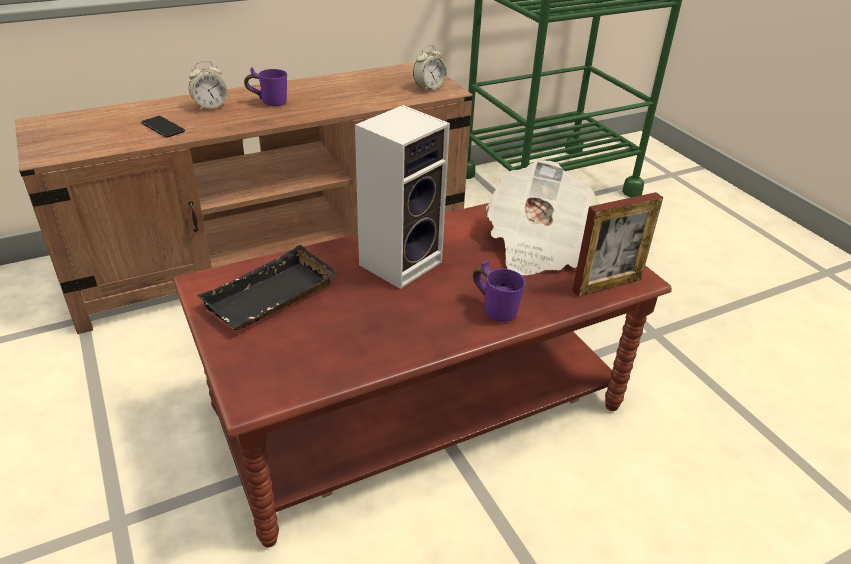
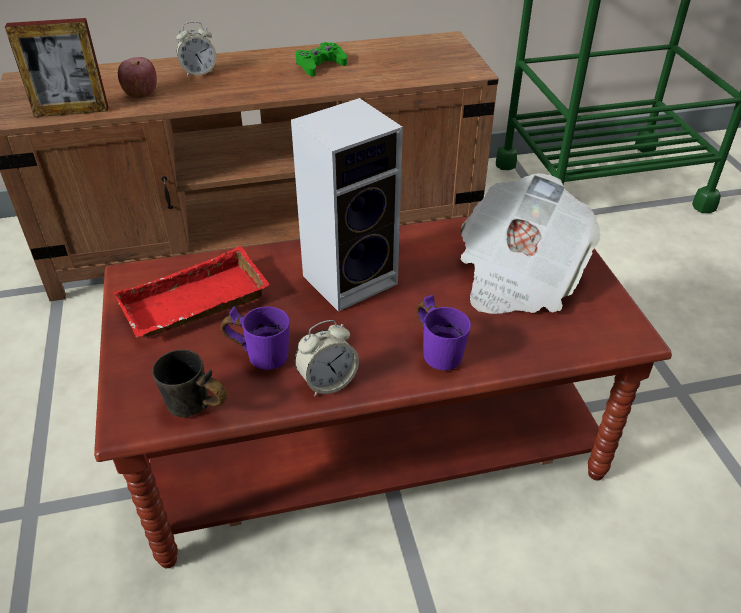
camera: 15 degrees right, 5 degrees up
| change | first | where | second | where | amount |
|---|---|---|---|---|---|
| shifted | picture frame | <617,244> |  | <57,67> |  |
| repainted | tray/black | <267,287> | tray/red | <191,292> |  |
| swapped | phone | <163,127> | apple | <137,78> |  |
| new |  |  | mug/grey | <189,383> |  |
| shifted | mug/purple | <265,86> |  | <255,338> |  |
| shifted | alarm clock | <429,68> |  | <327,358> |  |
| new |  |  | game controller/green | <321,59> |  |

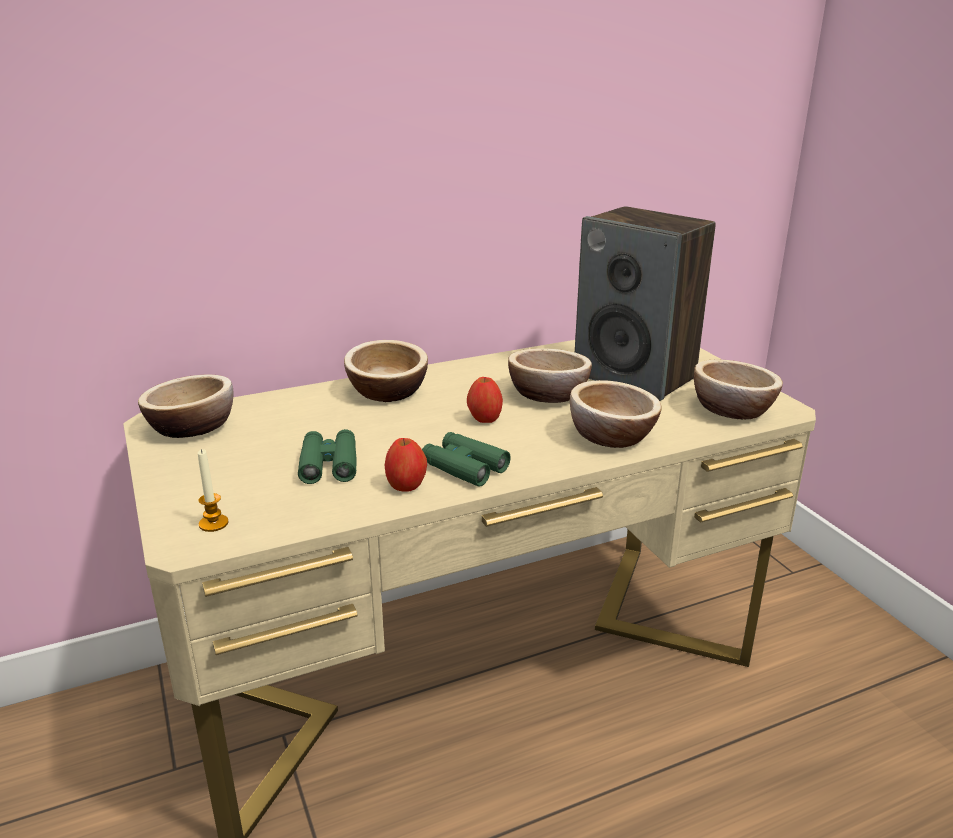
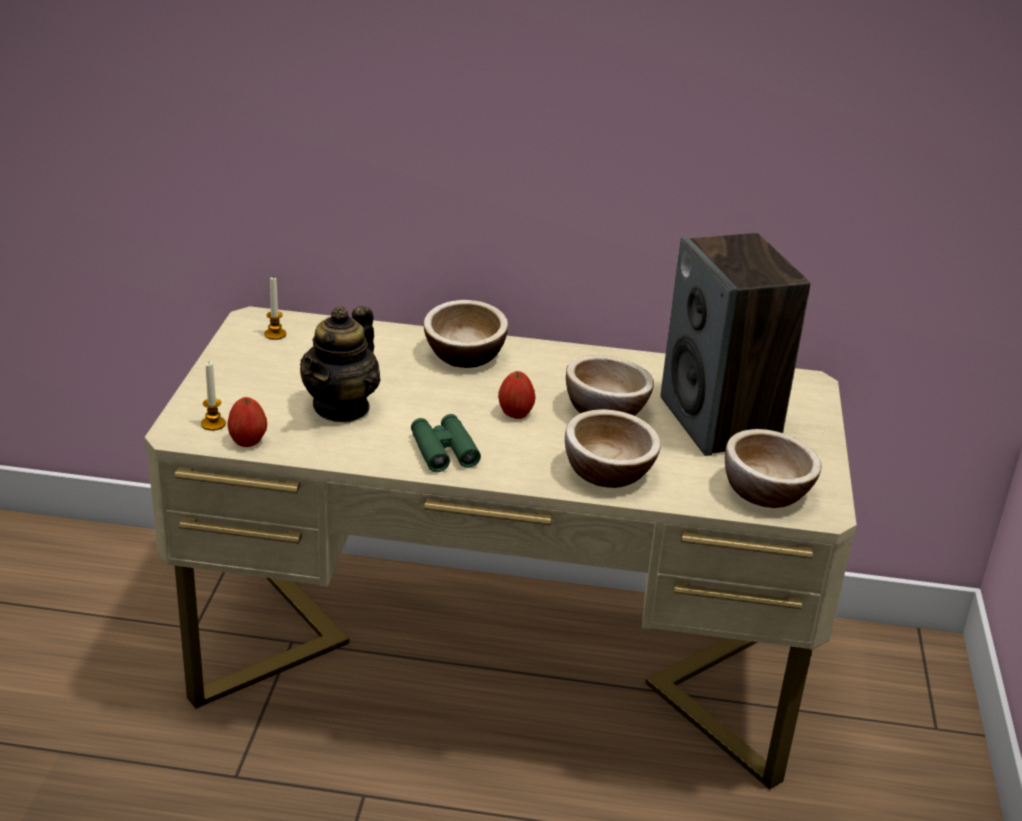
camera: 30 degrees right, 5 degrees up
| change | first | where | second | where | amount |
|---|---|---|---|---|---|
| shifted | apple | <406,465> |  | <247,422> |  |
| swapped | bowl | <185,406> | candle | <275,308> |  |
| swapped | binoculars/green | <327,456> | teapot | <340,364> |  |

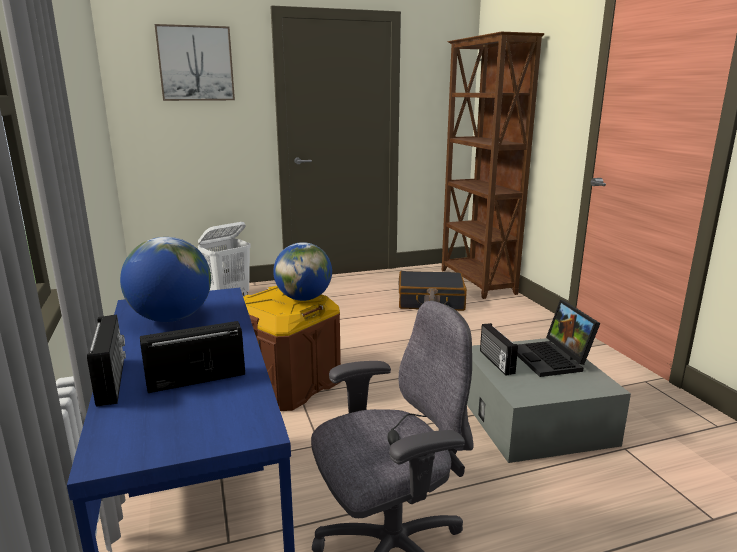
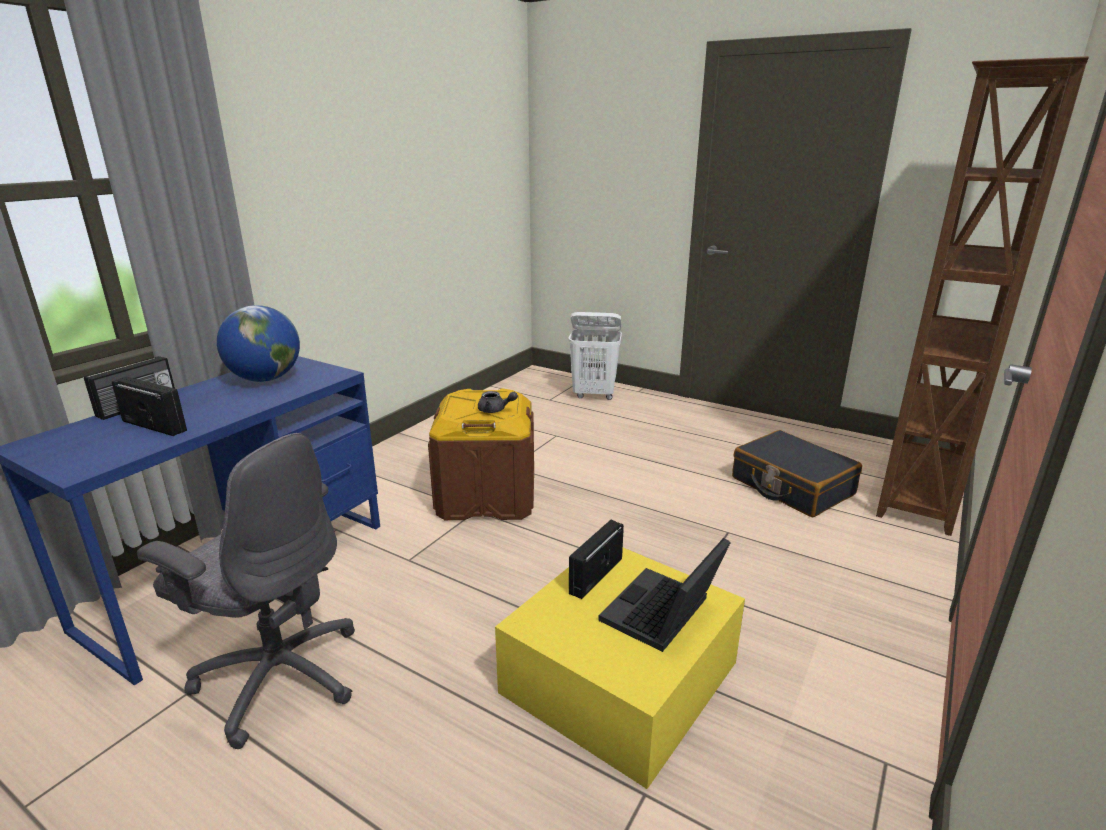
camera: 50 degrees right, 5 degrees up
| change | first | where | second | where | amount |
|---|---|---|---|---|---|
| swapped | globe | <302,271> | teapot/grey | <498,402> |  |
| repainted | storage box/grey | <549,400> | storage box/yellow | <620,668> |  |
| gone | picture | <195,62> |  |  |  |

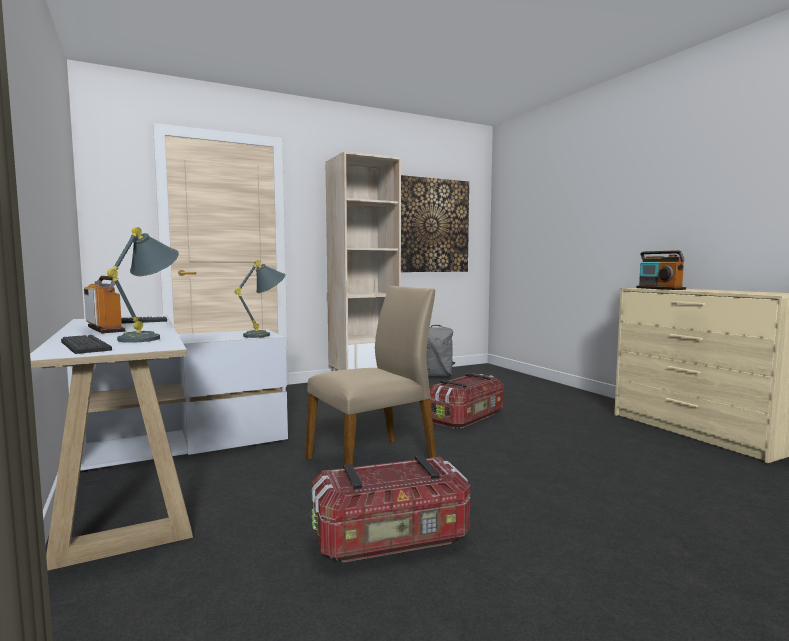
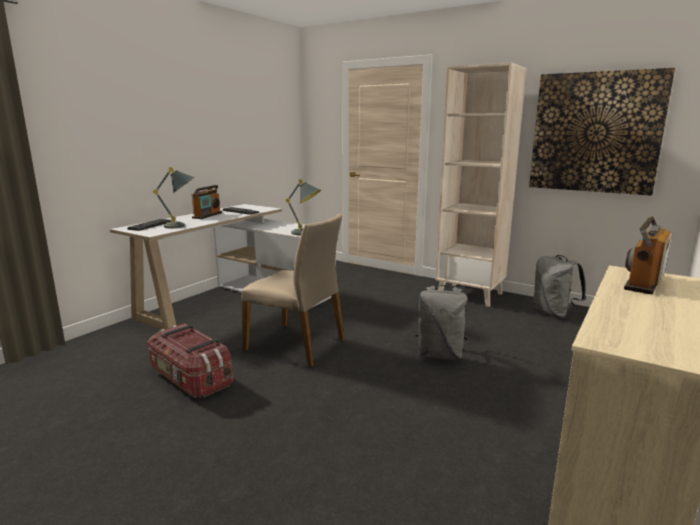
camera: 60 degrees right, 10 degrees up
| change | first | where | second | where | amount |
|---|---|---|---|---|---|
| swapped | storage box | <467,400> | backpack/grey | <441,322> |  |

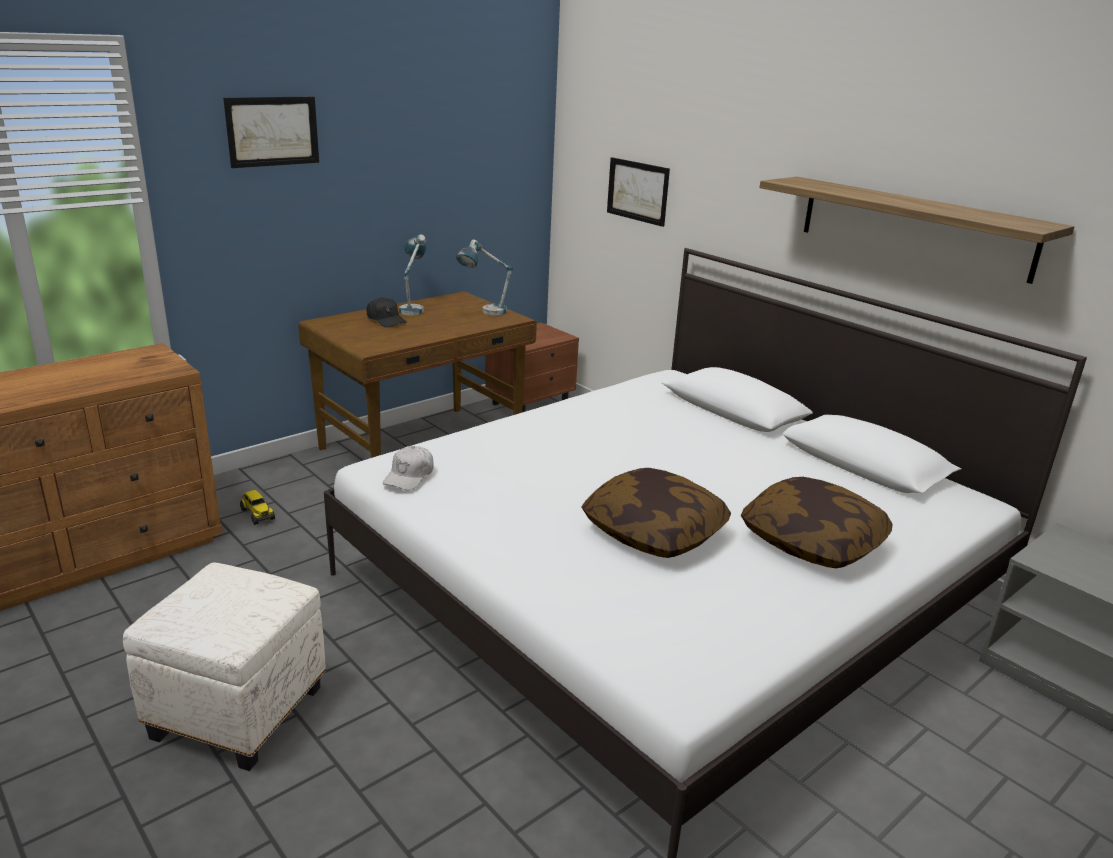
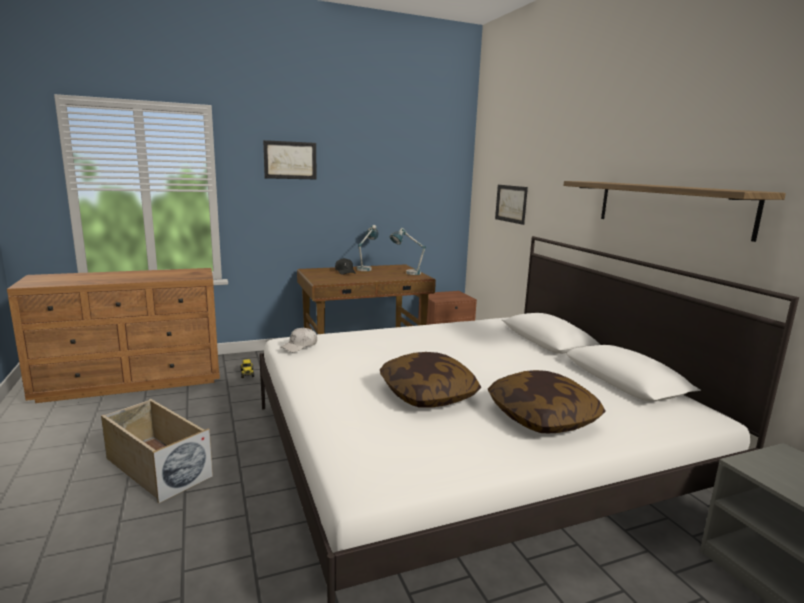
camera: 20 degrees right, 10 degrees down
| change | first | where | second | where | amount |
|---|---|---|---|---|---|
| swapped | ottoman/white | <224,667> | storage box/beige | <157,451> |  |

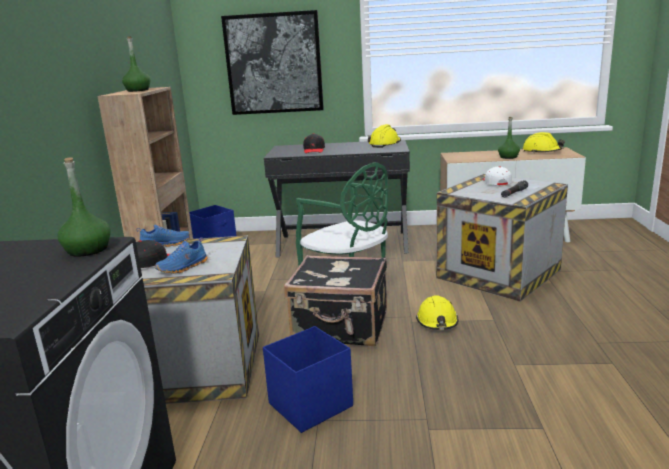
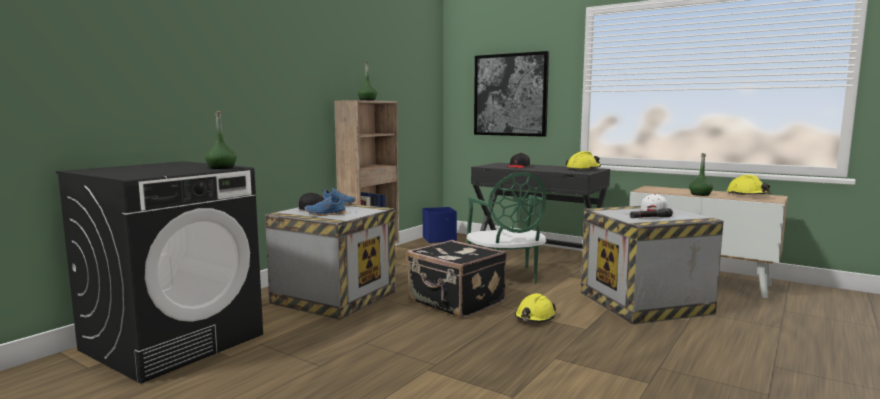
camera: 30 degrees right, 10 degrees down
| change | first | where | second | where | amount |
|---|---|---|---|---|---|
| gone | storage box/blue | <308,379> |  |  |  |

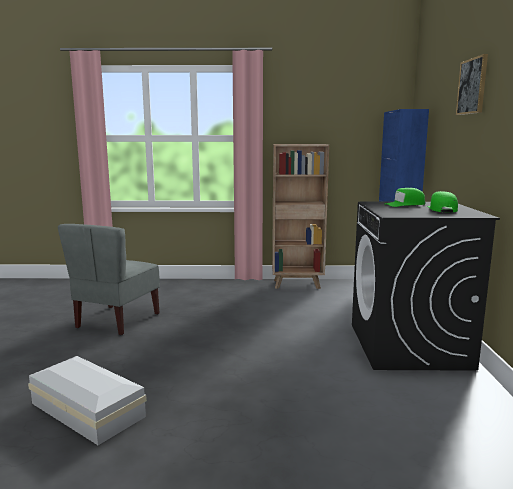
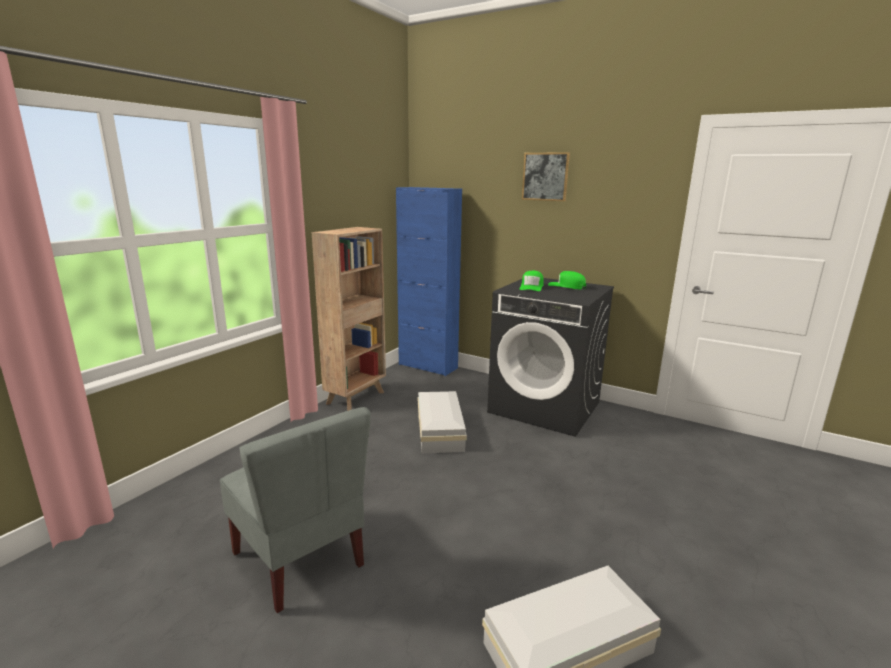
camera: 60 degrees left, 5 degrees up
| change | first | where | second | where | amount |
|---|---|---|---|---|---|
| new |  |  | storage box/white | <442,422> |  |

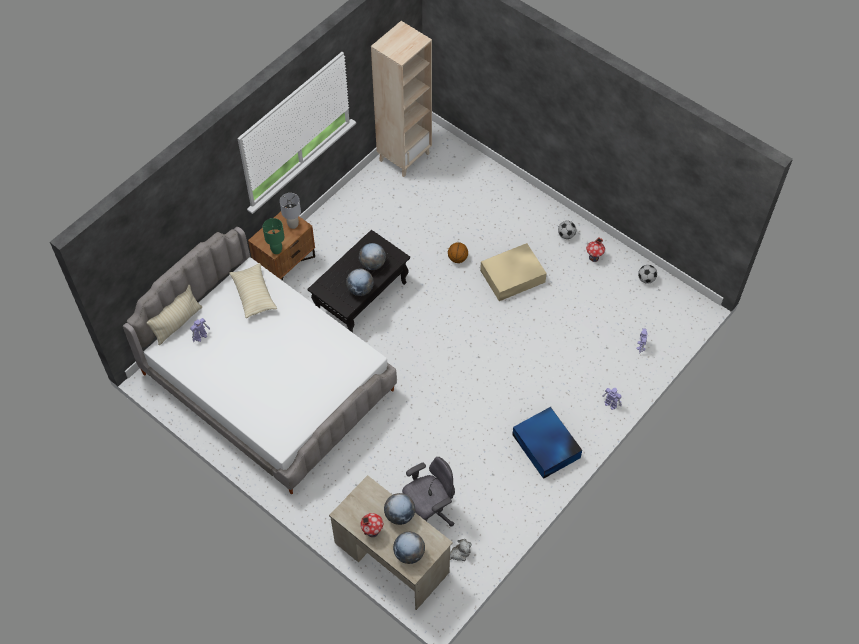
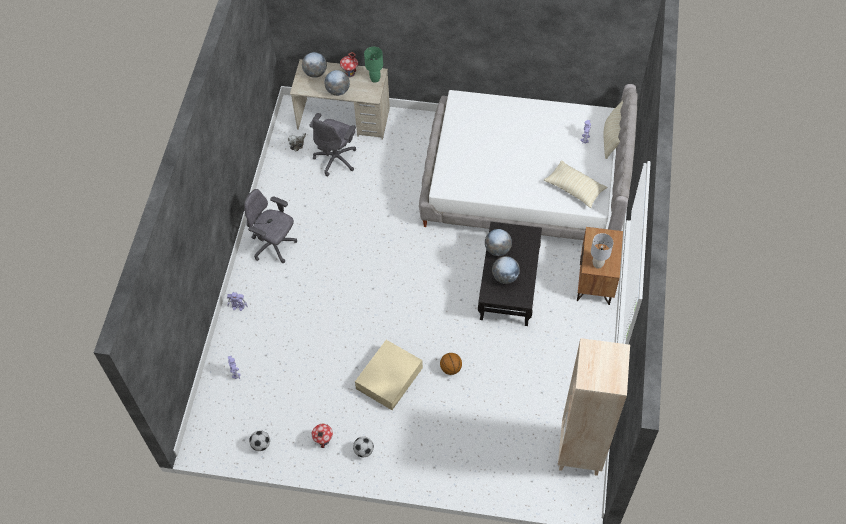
camera: 150 degrees right, 0 degrees up
| change | first | where | second | where | amount |
|---|---|---|---|---|---|
| swapped | storage box/blue | <547,443> | office chair/grey | <270,226> |  |
| shifted | table lamp/green | <273,236> |  | <373,65> |  |

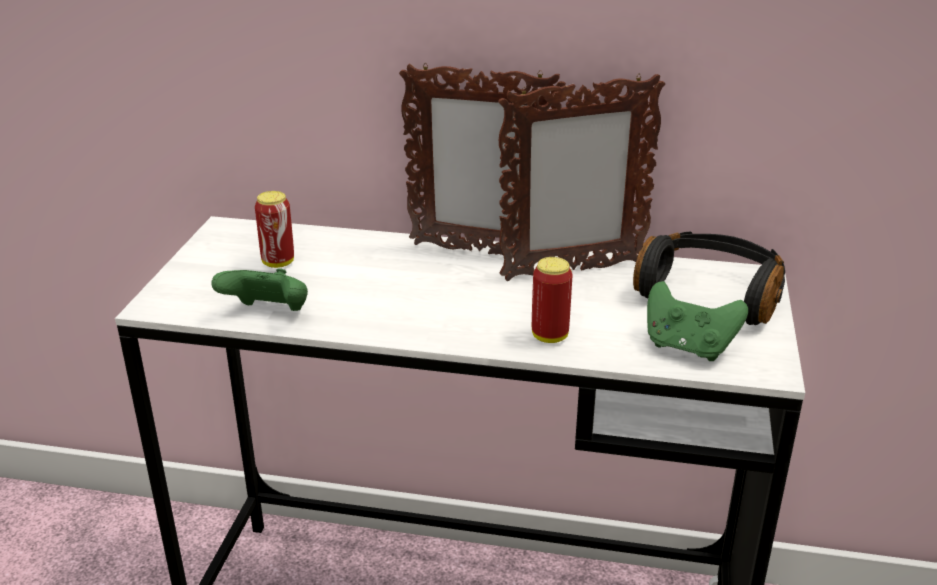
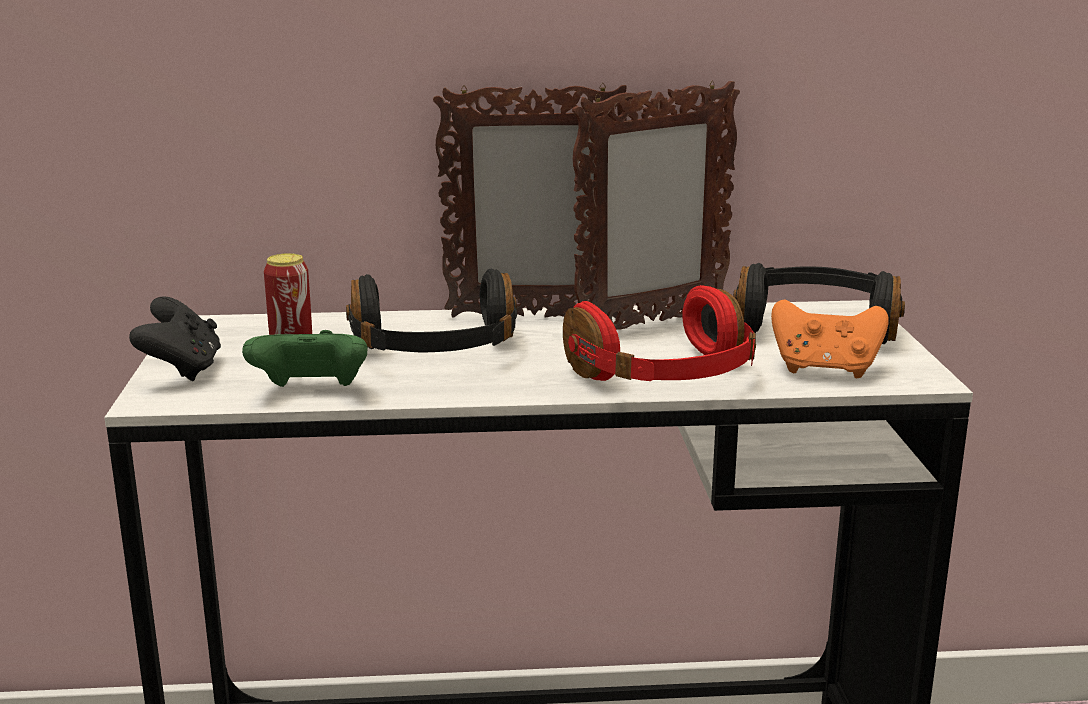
camera: 15 degrees left, 10 degrees down
| change | first | where | second | where | amount |
|---|---|---|---|---|---|
| new |  |  | game controller/black | <175,339> |  |
| new |  |  | headphones/black | <431,310> |  |
| swapped | can | <552,300> | headphones/red | <659,333> |  |
| repainted | game controller/green | <697,321> | game controller/orange | <830,339> |  |

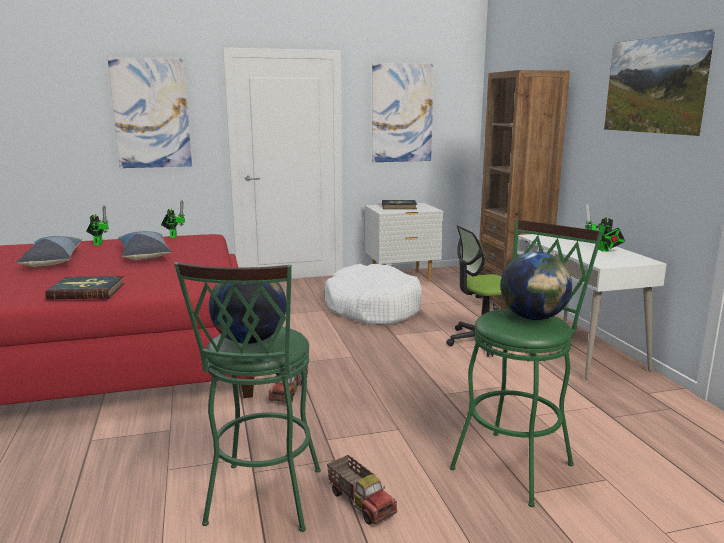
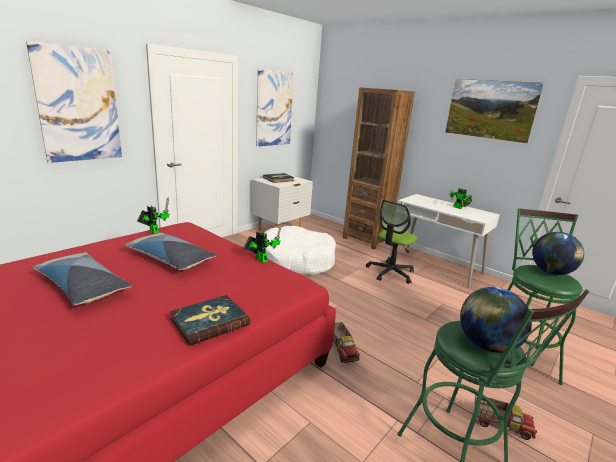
camera: 35 degrees left, 5 degrees up
| change | first | where | second | where | amount |
|---|---|---|---|---|---|
| shifted | toy robot | <97,225> |  | <263,243> |  |

